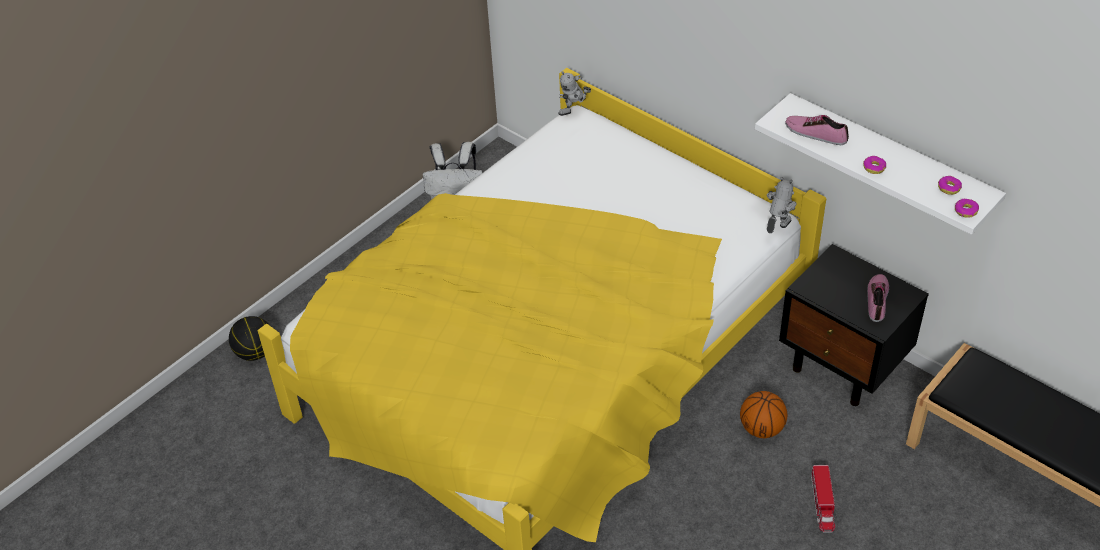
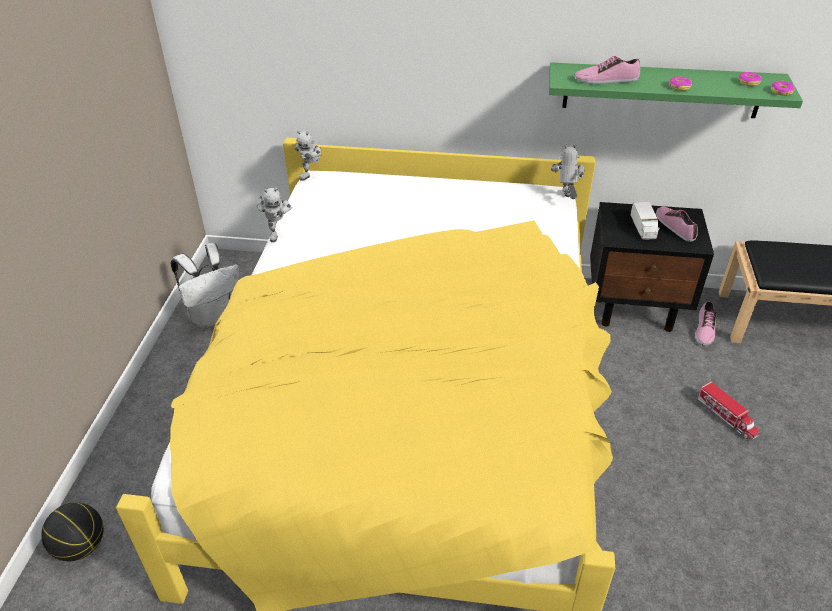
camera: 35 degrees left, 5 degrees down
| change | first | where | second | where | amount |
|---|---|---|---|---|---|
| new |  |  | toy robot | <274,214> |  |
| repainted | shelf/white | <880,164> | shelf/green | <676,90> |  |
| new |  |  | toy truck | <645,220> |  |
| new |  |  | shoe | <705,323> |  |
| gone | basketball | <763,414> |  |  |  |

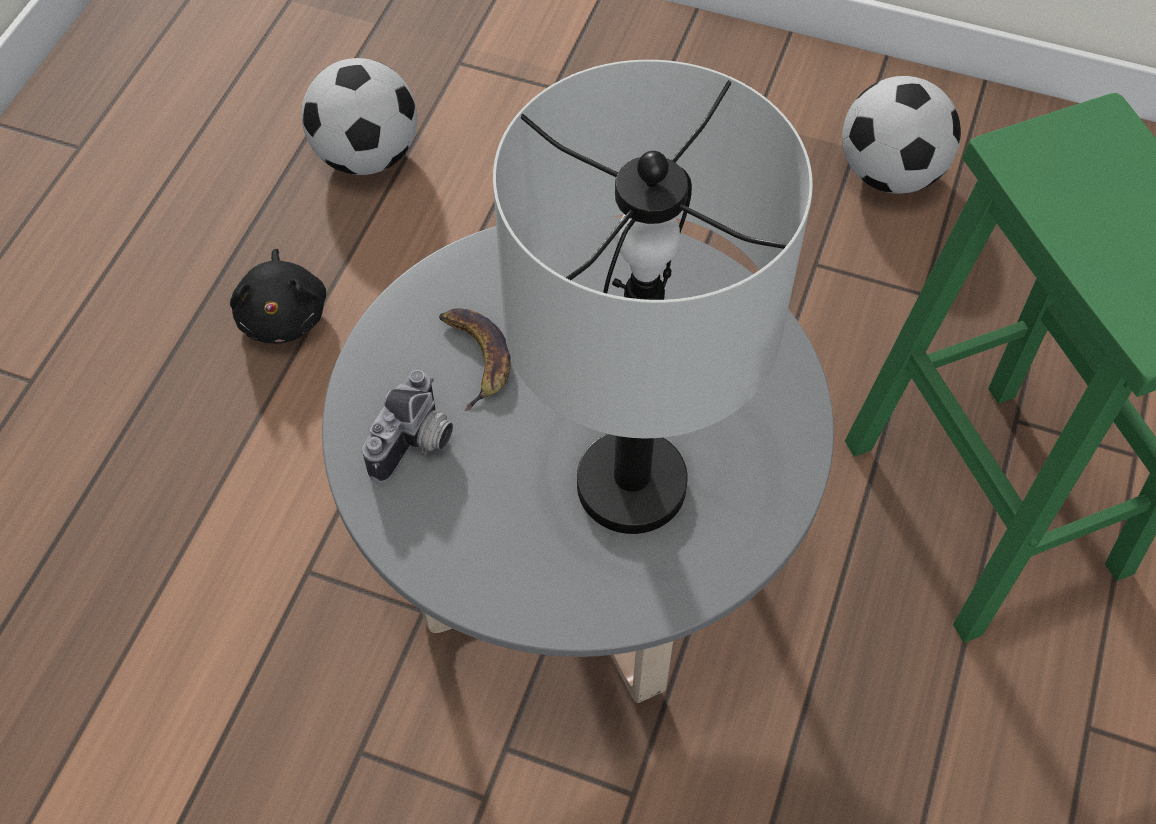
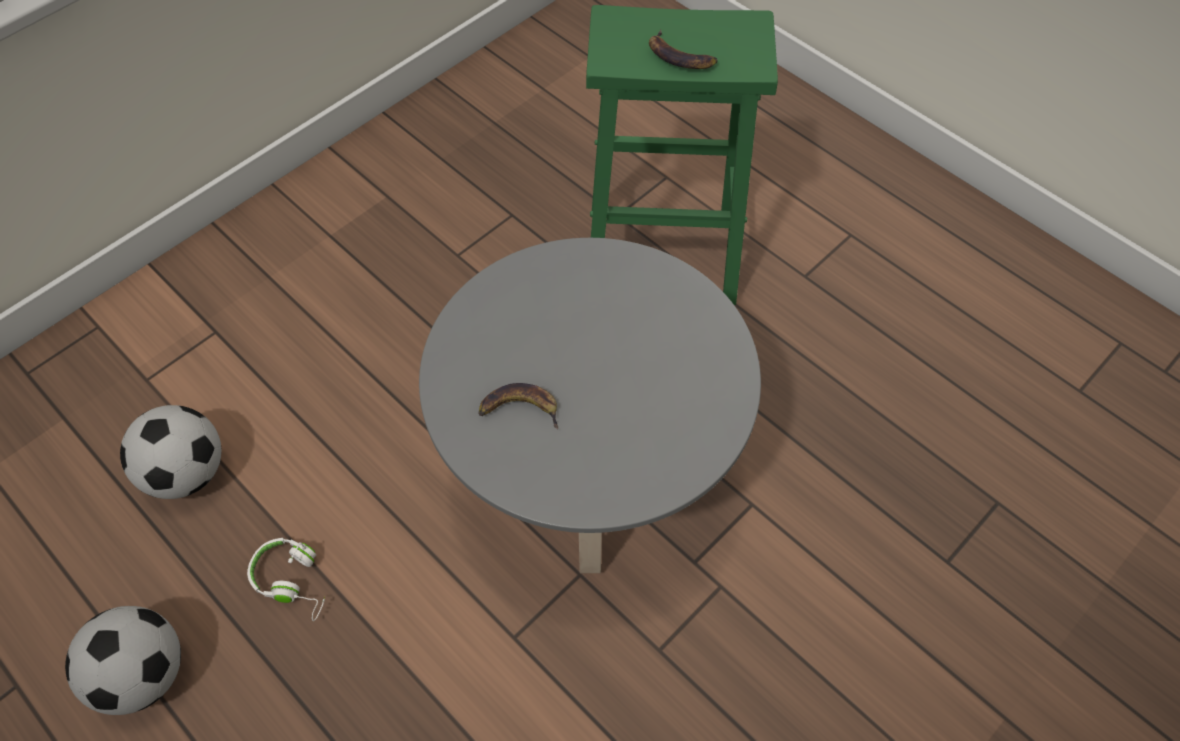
camera: 65 degrees left, 0 degrees up
| change | first | where | second | where | amount |
|---|---|---|---|---|---|
| shifted | football | <901,135> |  | <123,660> |  |
| swapped | plush toy/black | <278,296> | headphones/white | <286,579> |  |
| new |  |  | banana | <683,49> |  |
| gone | photo camera | <407,426> |  |  |  |
| gone | table lamp/grey | <653,297> |  |  |  |

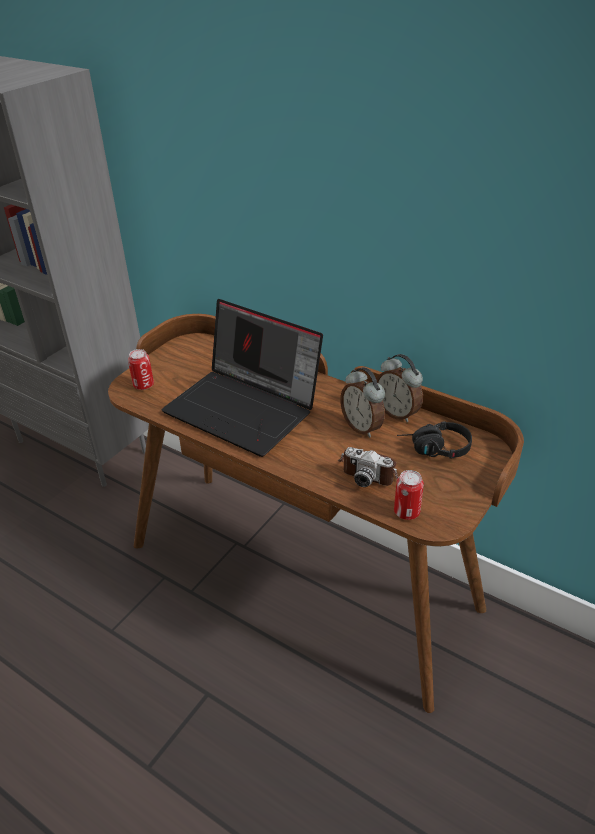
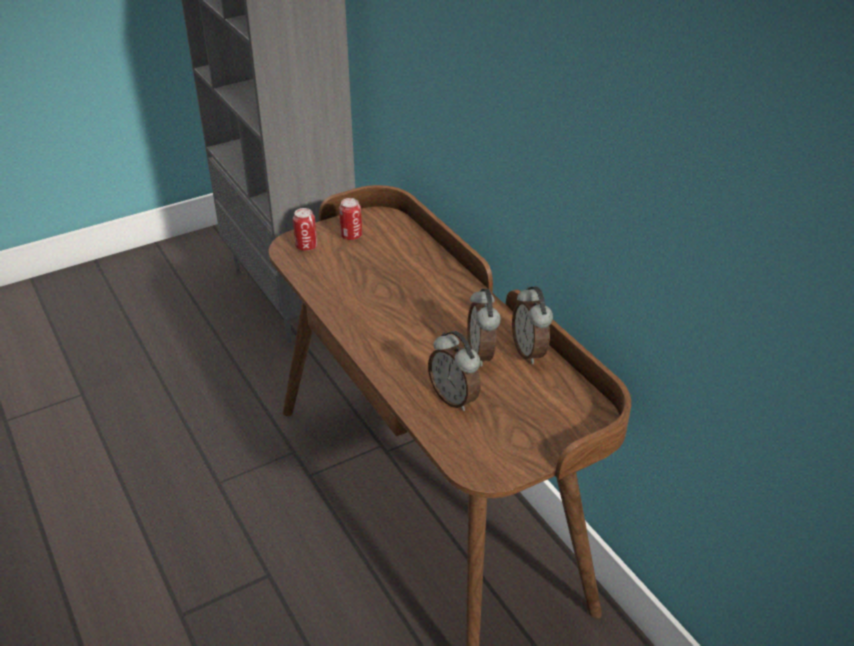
camera: 25 degrees right, 0 degrees up
| change | first | where | second | where | amount |
|---|---|---|---|---|---|
| shifted | can | <409,495> |  | <350,219> |  |
| swapped | photo camera | <368,467> | alarm clock | <454,371> |  |
| gone | laptop | <242,378> |  |  |  |
| gone | headphones/black | <434,440> |  |  |  |

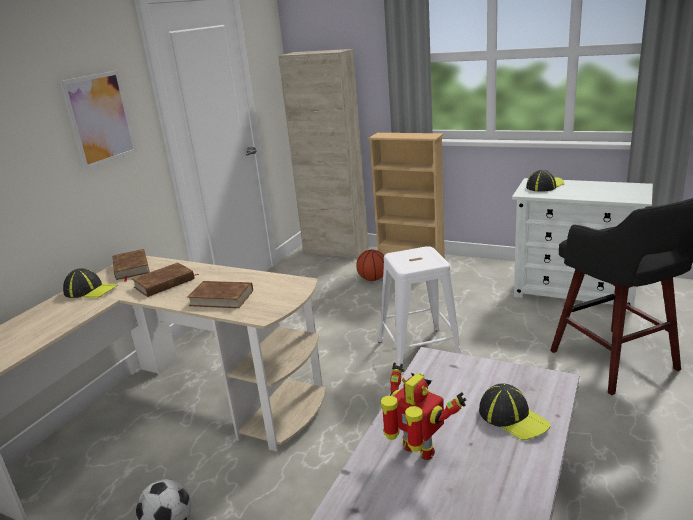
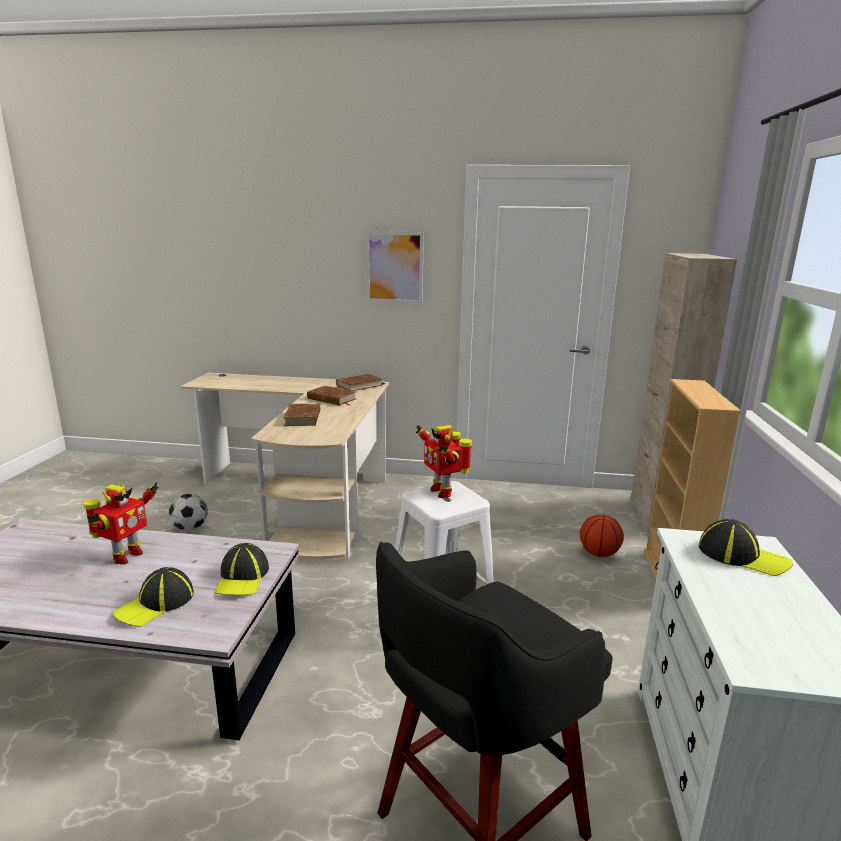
camera: 70 degrees right, 5 degrees down
| change | first | where | second | where | amount |
|---|---|---|---|---|---|
| shifted | cap | <90,283> |  | <242,569> |  |
| new |  |  | toy robot | <444,461> |  |

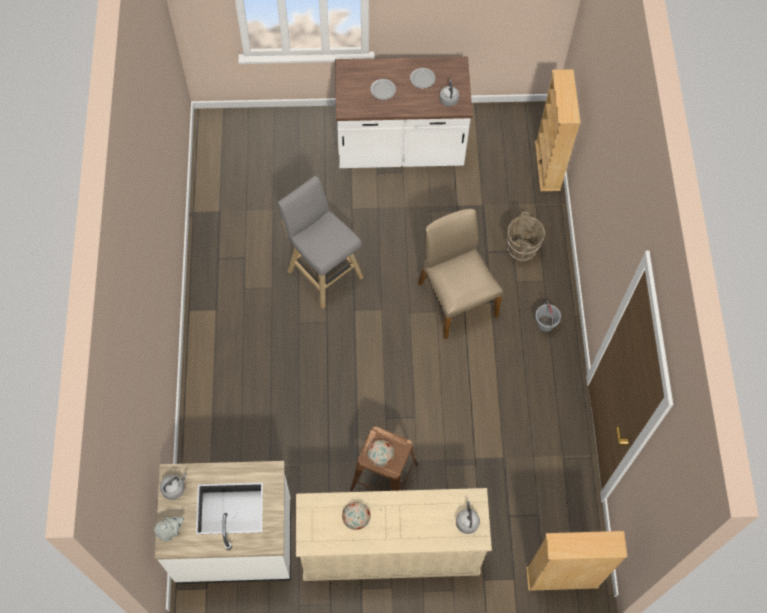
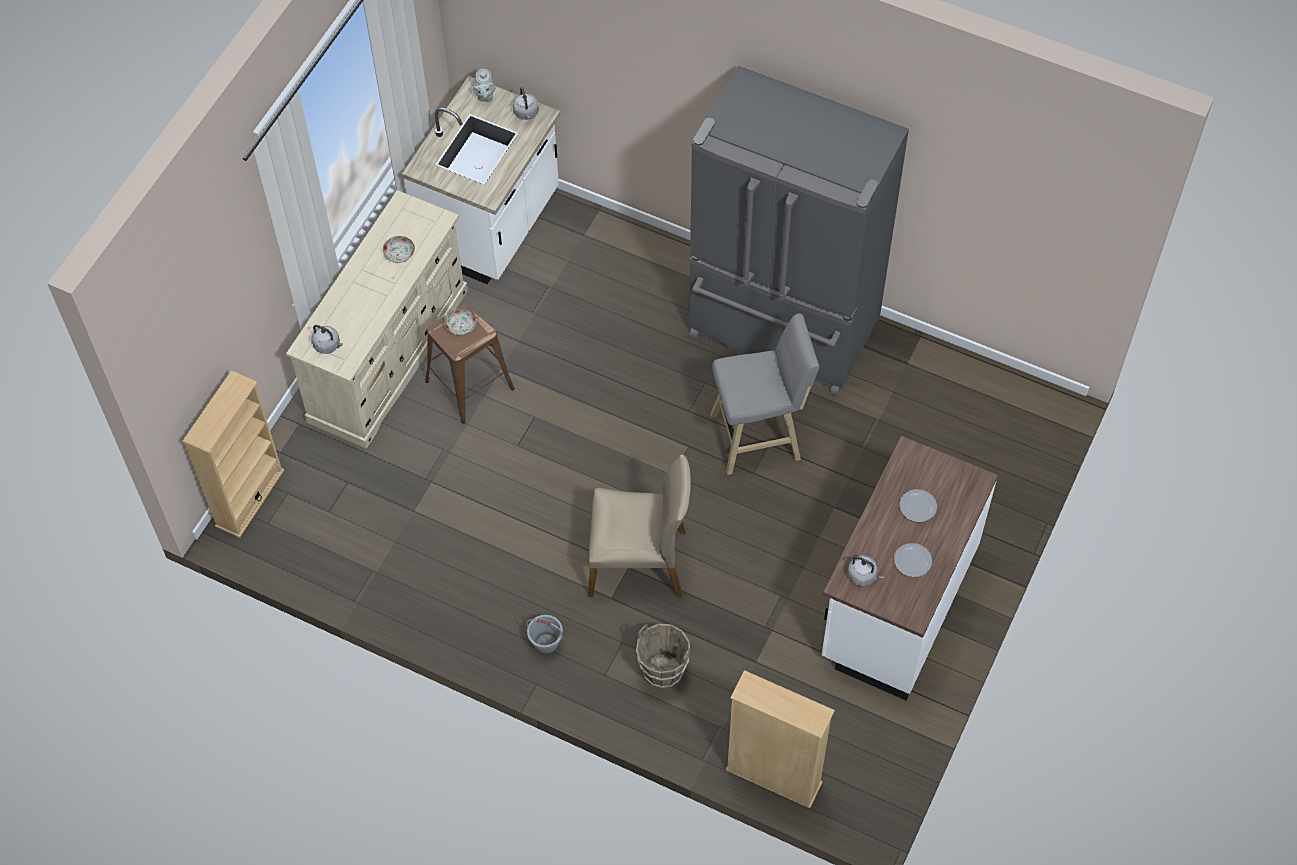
camera: 120 degrees right, 5 degrees down
| change | first | where | second | where | amount |
|---|---|---|---|---|---|
| new |  |  | fridge/grey | <799,231> |  |

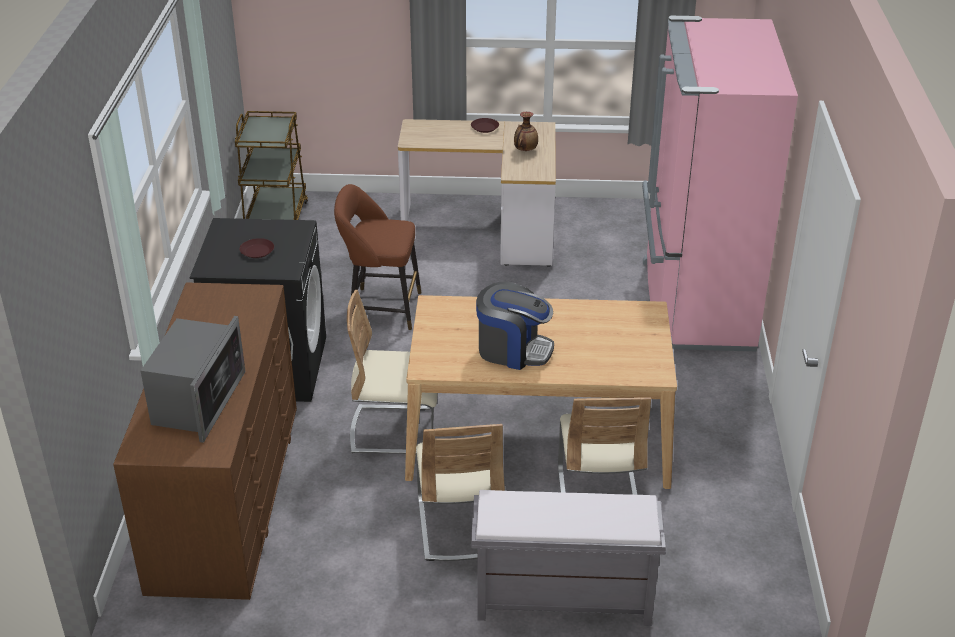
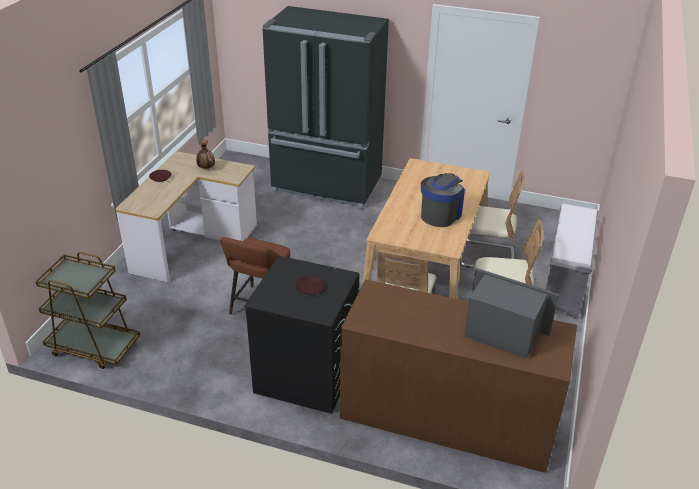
camera: 75 degrees left, 0 degrees up
| change | first | where | second | where | amount |
|---|---|---|---|---|---|
| repainted | fridge/pink | <720,183> | fridge/black | <325,107> |  |

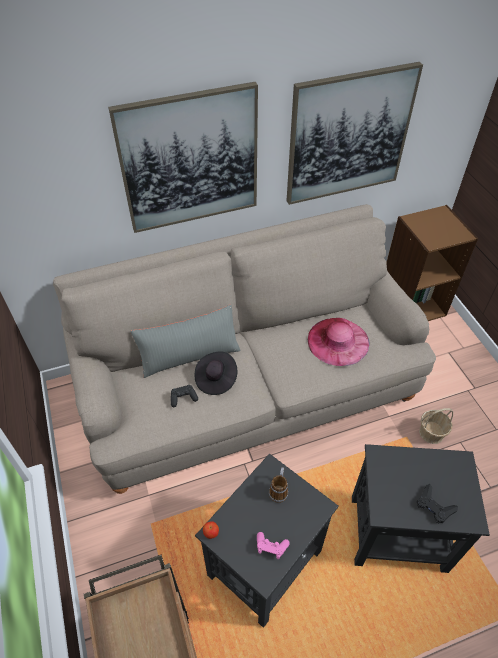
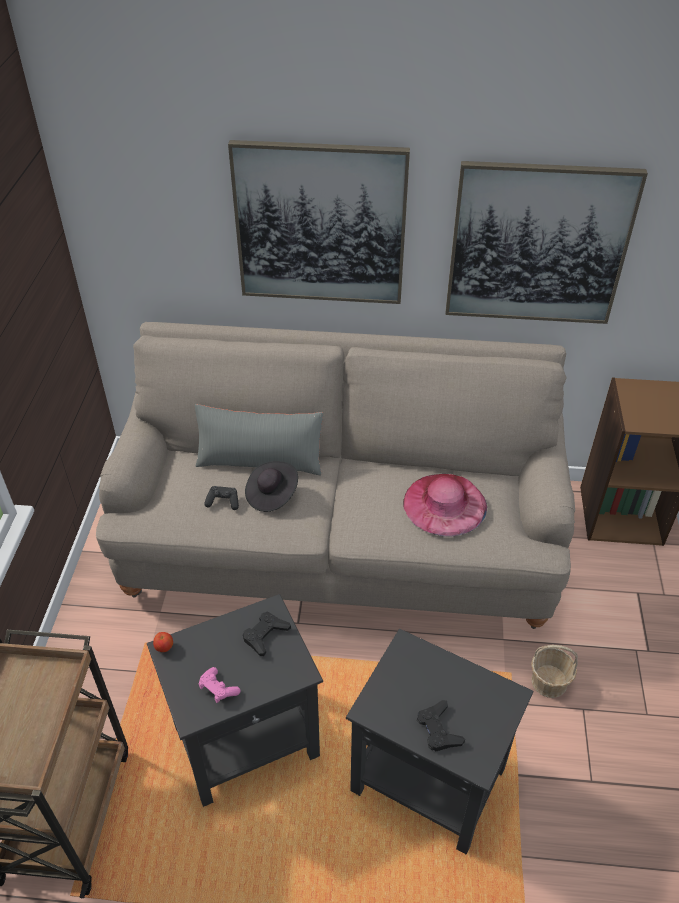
camera: 25 degrees right, 5 degrees down
| change | first | where | second | where | amount |
|---|---|---|---|---|---|
| swapped | mug | <278,485> | game controller/black | <267,634> |  |

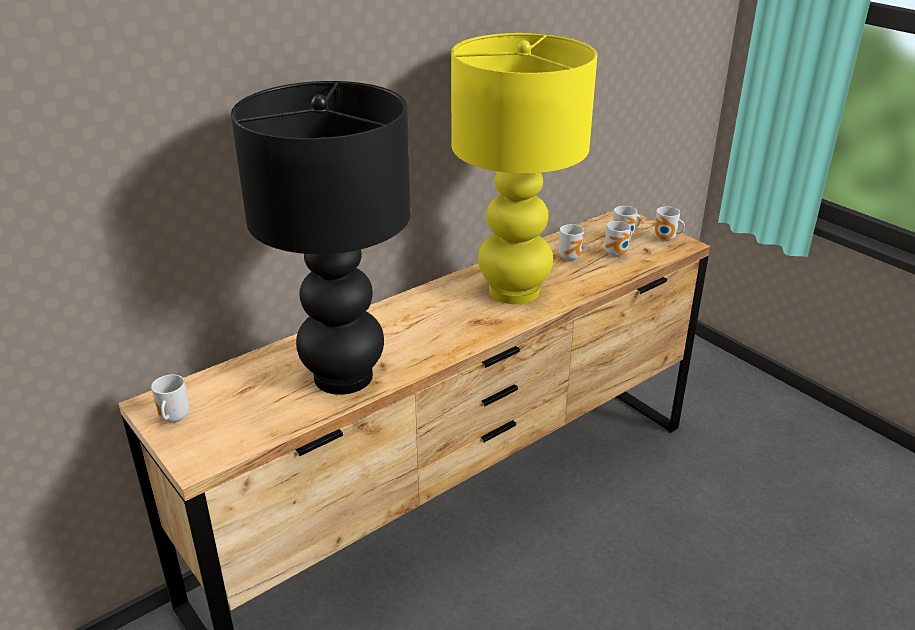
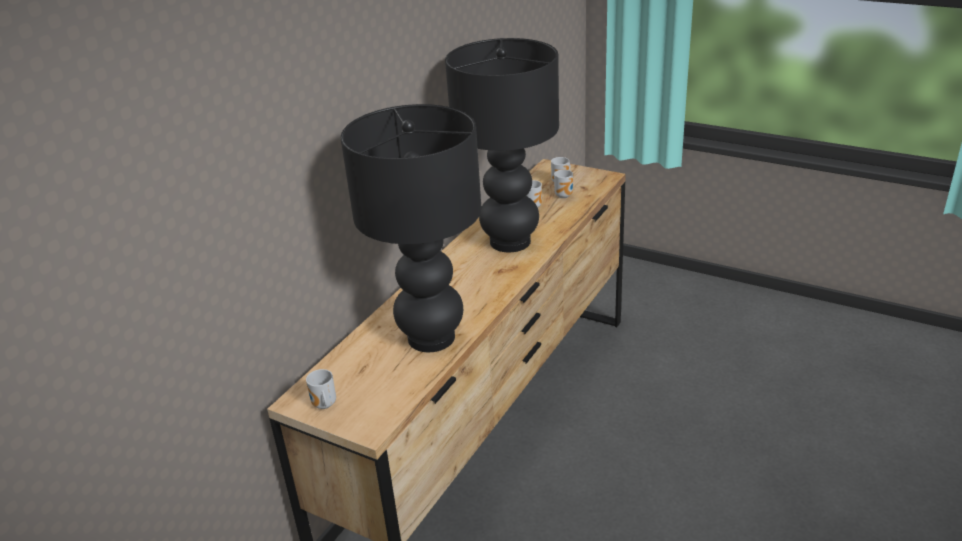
camera: 20 degrees left, 0 degrees up
| change | first | where | second | where | amount |
|---|---|---|---|---|---|
| repainted | table lamp/yellow | <524,168> | table lamp/black | <502,145> |  |
| gone | mug | <669,224> |  |  |  |

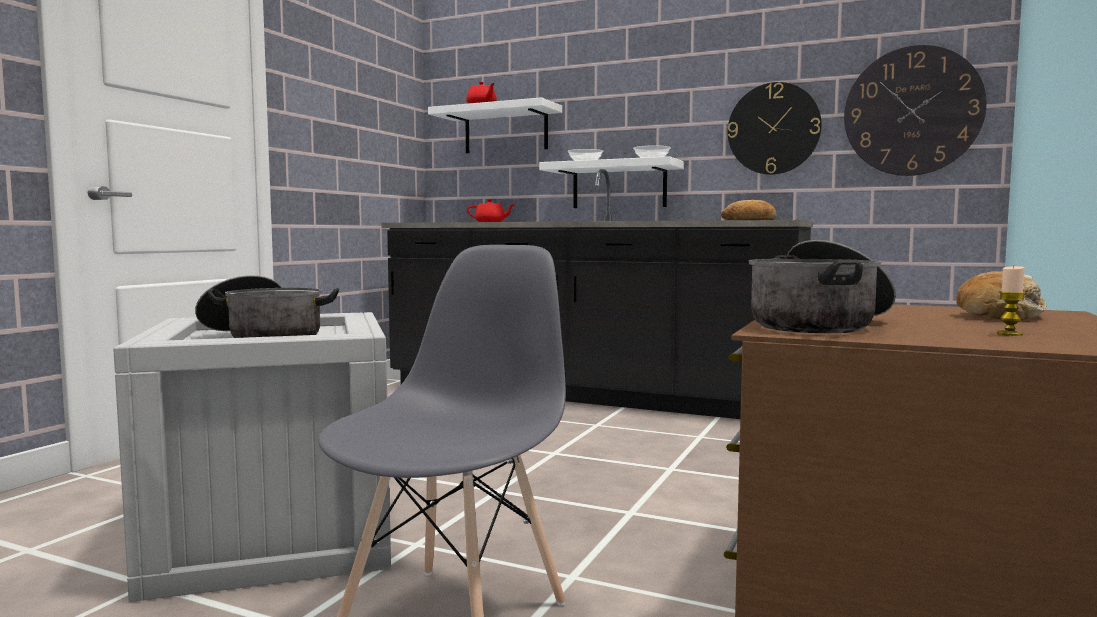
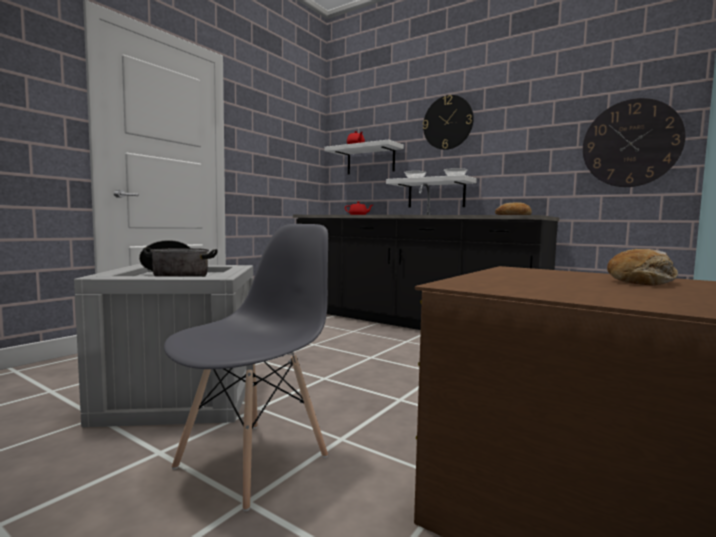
camera: 10 degrees right, 0 degrees up
| change | first | where | second | where | amount |
|---|---|---|---|---|---|
| shifted | wall clock | <775,128> |  | <448,122> |  |
| gone | cooking pot | <822,286> |  |  |  |
| gone | candle | <1011,300> |  |  |  |

